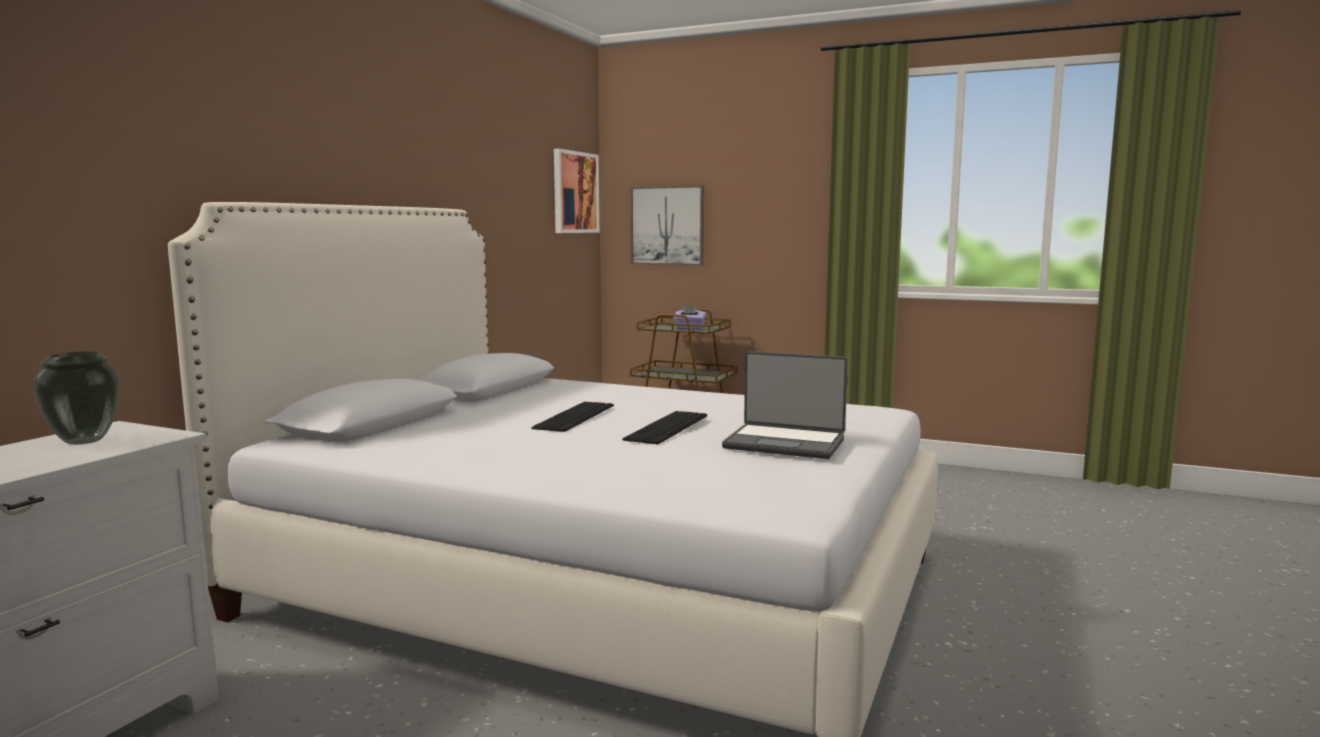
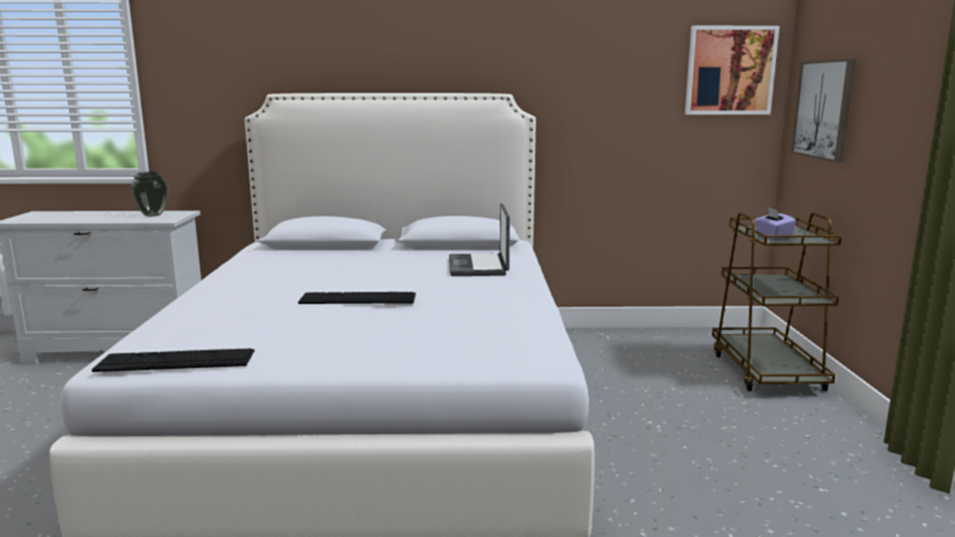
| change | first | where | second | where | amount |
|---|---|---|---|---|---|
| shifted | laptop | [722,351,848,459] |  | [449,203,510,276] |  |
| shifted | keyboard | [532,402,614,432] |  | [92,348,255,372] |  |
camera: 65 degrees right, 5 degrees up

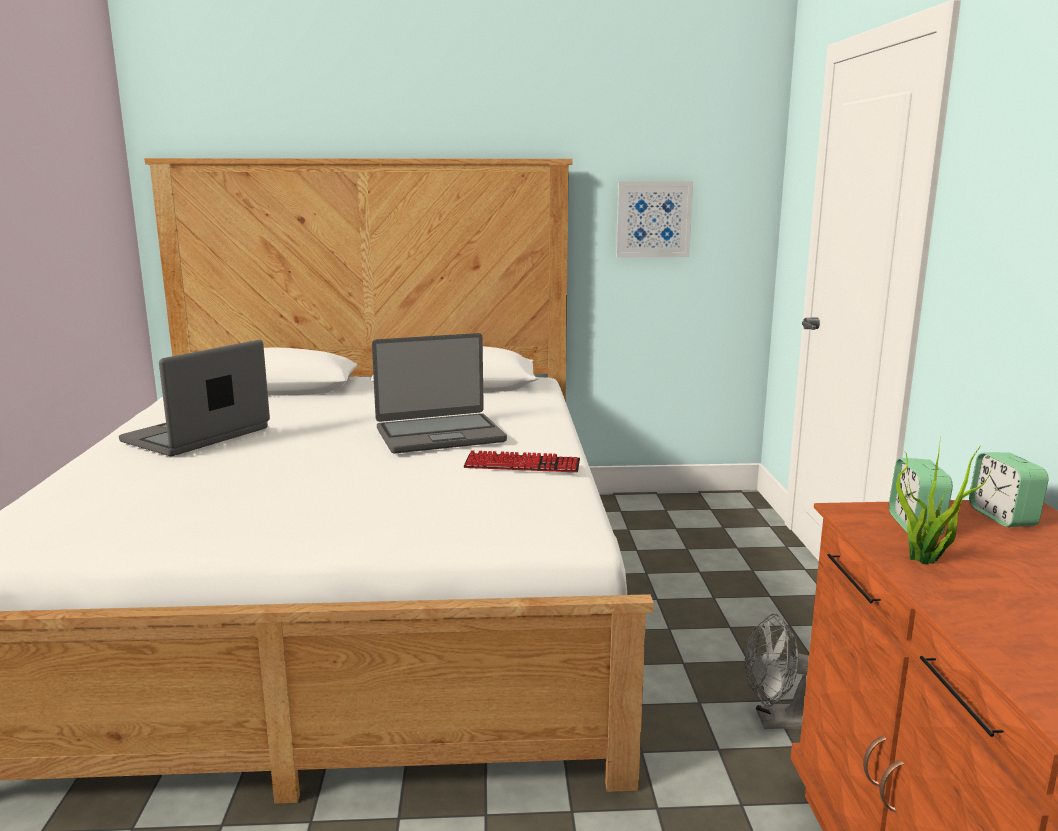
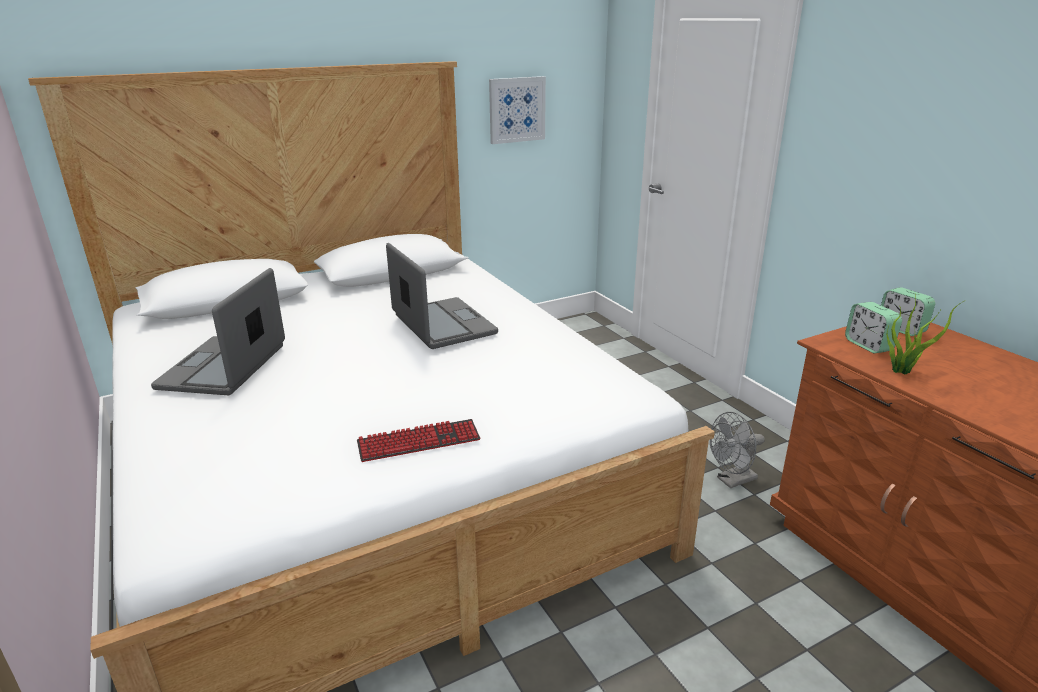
| change | first | where | second | where | amount |
|---|---|---|---|---|---|
| rotated | laptop | [372,333,507,453] |  | [386,243,498,349] | 75 degrees counterclockwise |
| shifted | keyboard | [463,450,580,473] |  | [357,419,481,462] |  |
camera: 25 degrees left, 10 degrees up

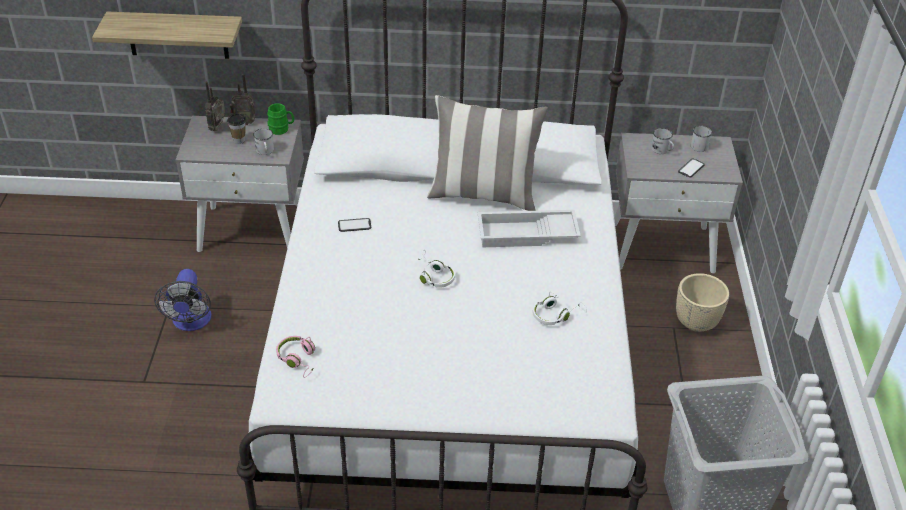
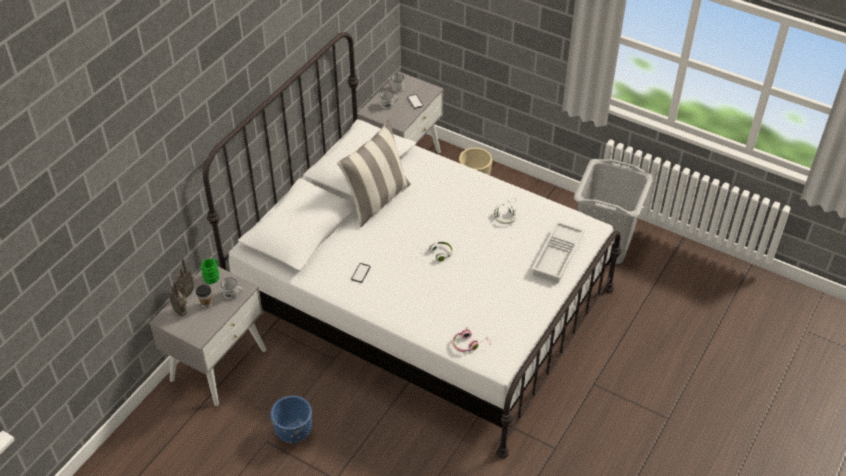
| change | first | where | second | where | amount |
|---|---|---|---|---|---|
| gone | shelf | [92,12,242,59] |  |  |  |
| shifted | tray (white) | [478,210,581,247] |  | [532,221,585,283] |  |
| swapped | fan | [154,269,211,331] | planter (blue) | [271,395,312,443] |  |
camera: 60 degrees left, 5 degrees up

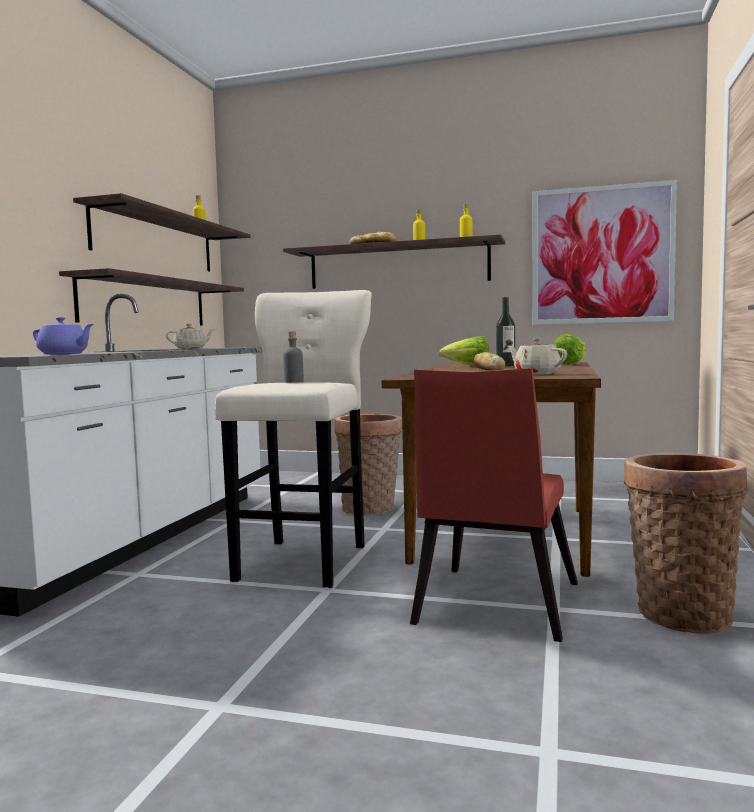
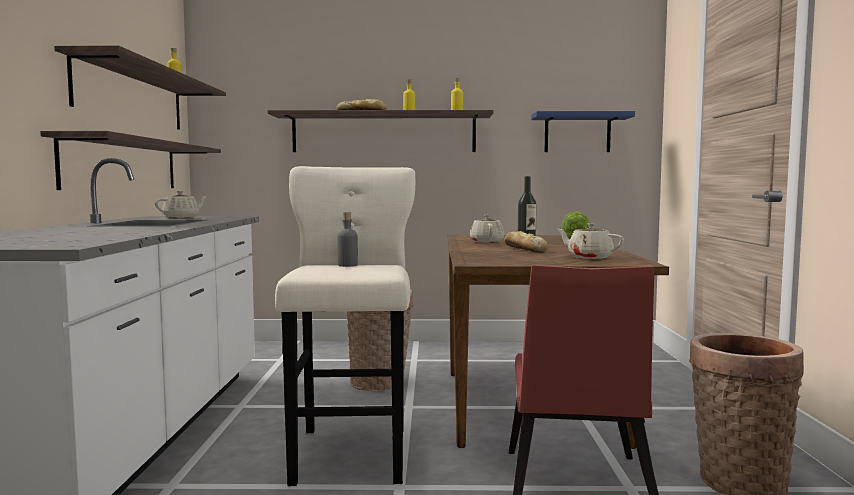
| change | first | where | second | where | amount |
|---|---|---|---|---|---|
| swapped | picture | [533,180,677,325] | shelf (blue) | [531,111,635,152] |  |
| gone | teapot (purple) | [33,317,94,354] |  |  |  |
| swapped | lettuce | [439,336,489,366] | teapot (beige) | [470,215,504,243] |  |
camera: 15 degrees left, 0 degrees up

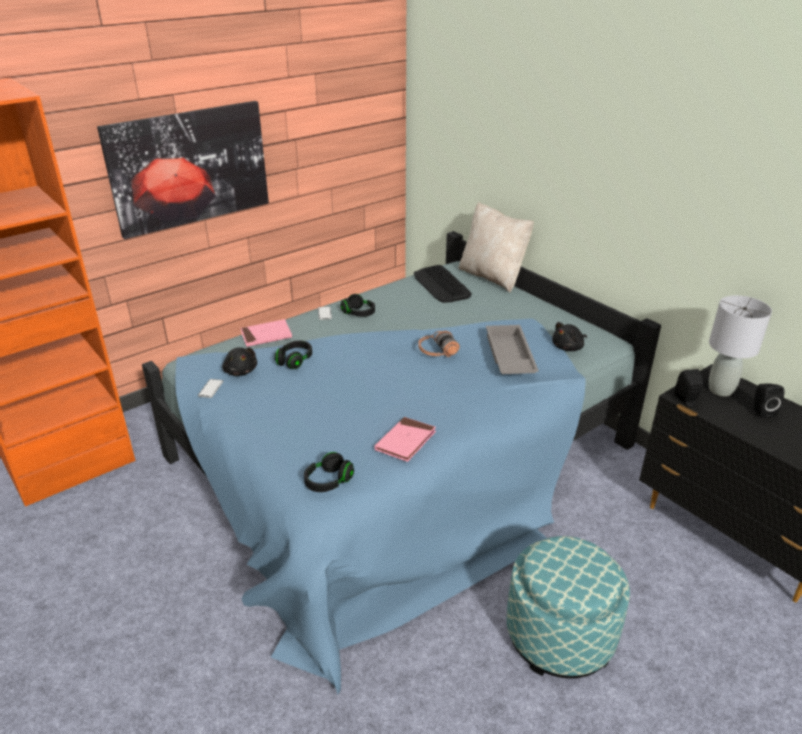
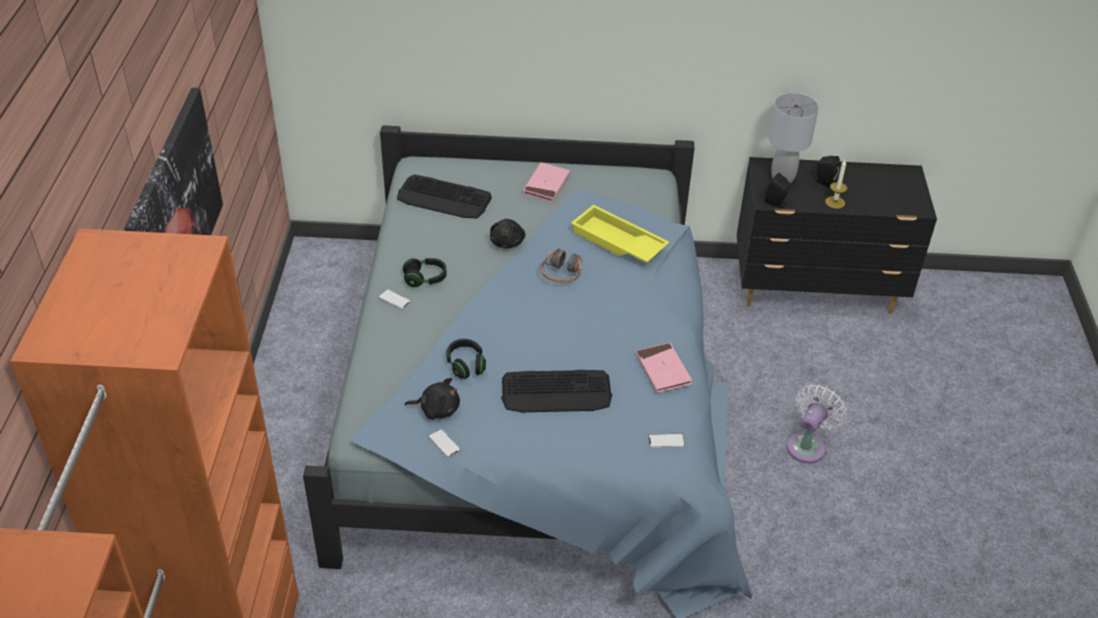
| change | first | where | second | where | amount |
|---|---|---|---|---|---|
| gone | pillow (beige) | [459,202,534,293] |  |  |  |
| shifted | book (pink) | [241,319,292,347] |  | [523,162,570,202] |  |
| shifted | plush toy (black) | [552,322,587,351] |  | [490,219,525,248] |  |
| repainted | tray (grey) | [486,325,539,374] | tray (yellow) | [571,205,669,263] |  |
| swapped | headphones (black) | [304,452,354,492] | phone | [648,433,686,448] |  |
| swapped | ottoman | [507,536,630,679] | fan (white) | [787,384,847,464] |  |
| new |  |  | candle | [825,160,847,209] |  |
| new |  |  | keyboard | [501,370,612,413] |  |
camera: 50 degrees left, 10 degrees up

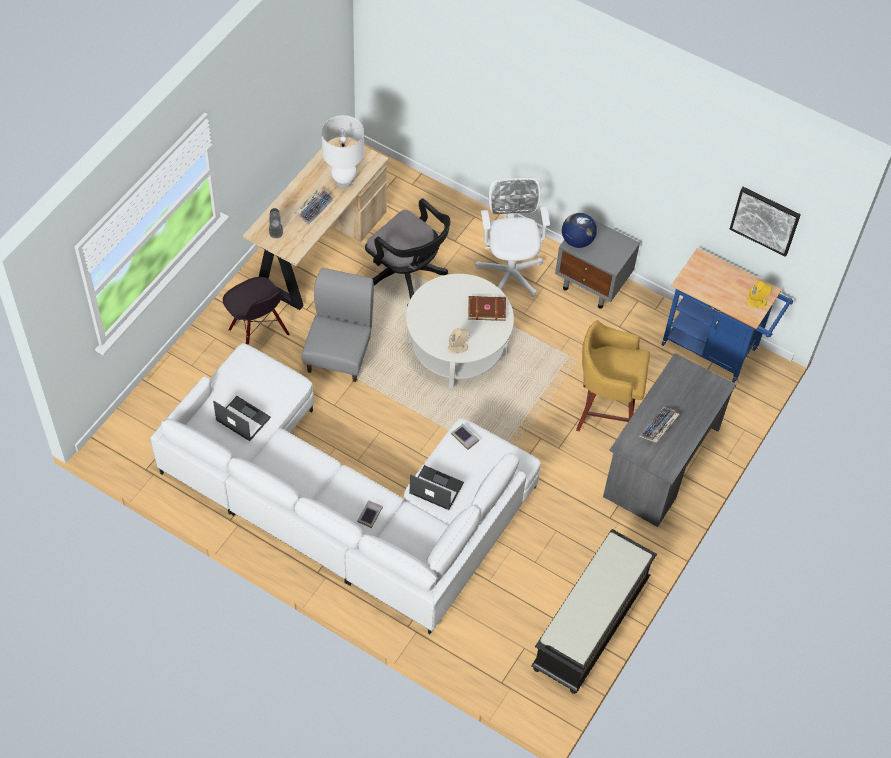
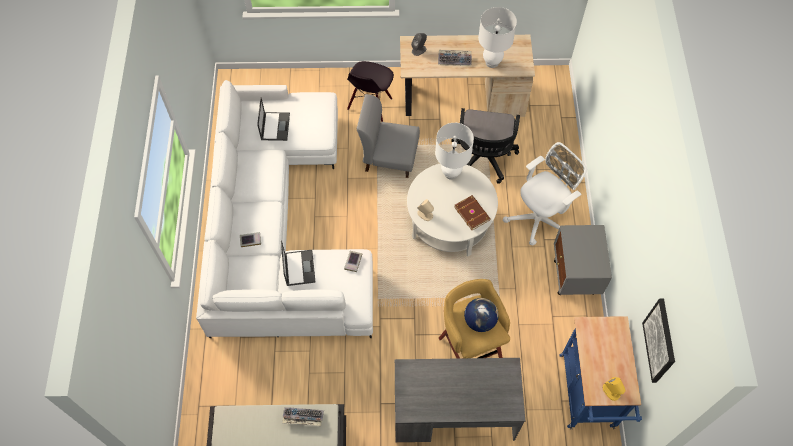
| change | first | where | second | where | amount |
|---|---|---|---|---|---|
| shifted | globe | [562,213,597,248] |  | [464,298,499,332] |  |
| rotated | chair (grey) | [302,268,374,382] |  | [357,94,420,178] | 150 degrees counterclockwise |
| shifted | keyboard | [639,407,680,443] |  | [282,407,324,426] |  |
| new |  |  | table lamp (white) | [435,123,474,180] |  |
camera: 60 degrees right, 5 degrees up

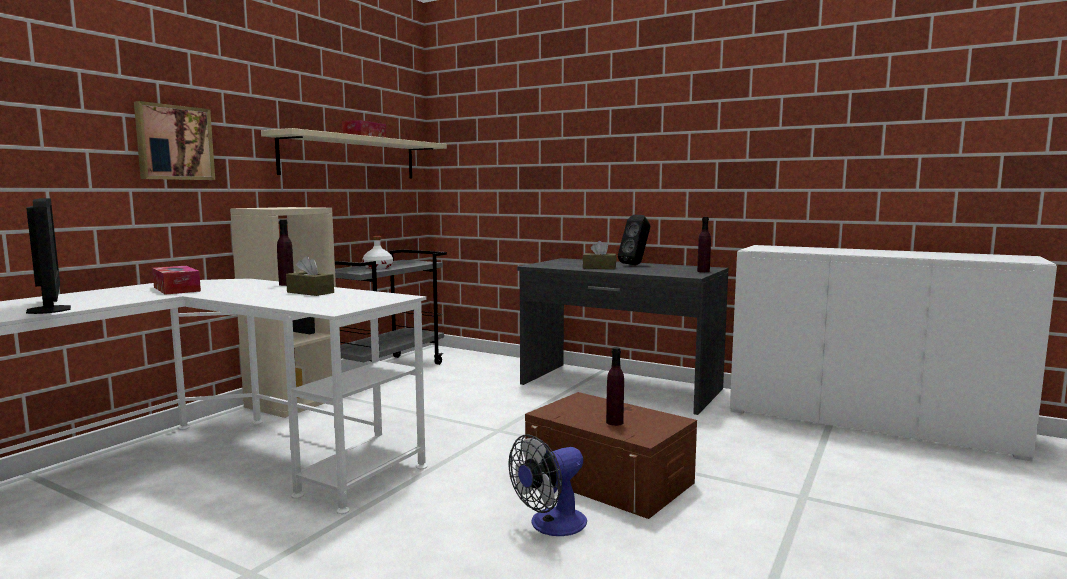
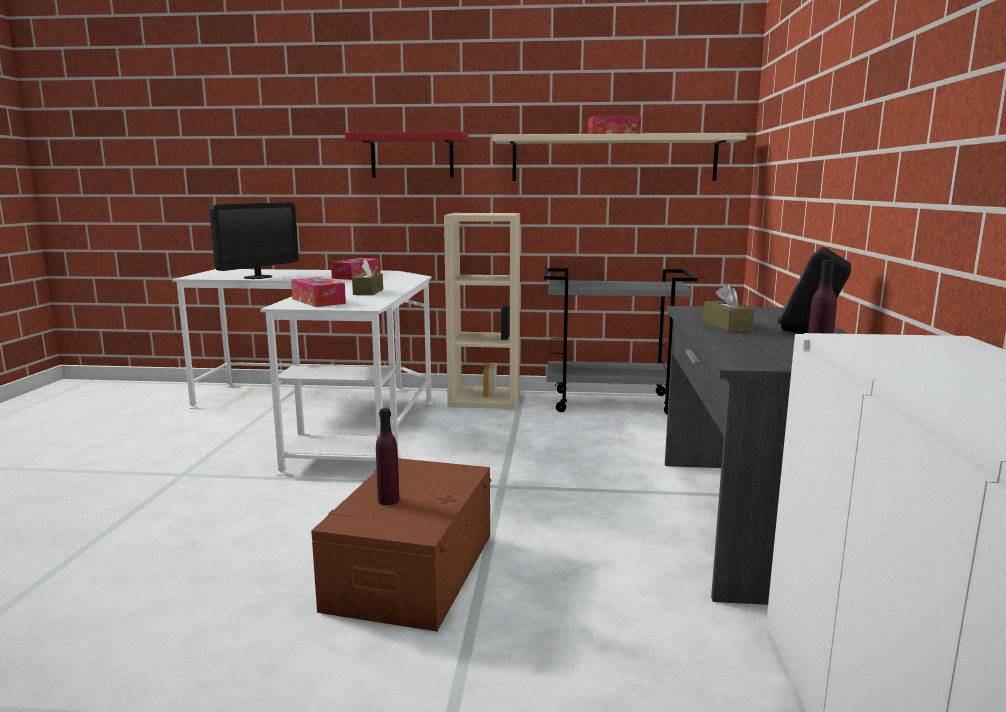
| change | first | where | second | where | amount |
|---|---|---|---|---|---|
| swapped | picture | [134,101,215,180] | shelf (red) | [345,132,469,178] |  |
| gone | bottle (purple) | [277,219,294,286] |  |  |  |
| gone | bottle (white) | [362,236,393,269] |  |  |  |
| gone | fan | [508,434,587,536] |  |  |  |
| new |  |  | tissue box | [291,277,346,307] |  |
camera: 65 degrees right, 5 degrees up

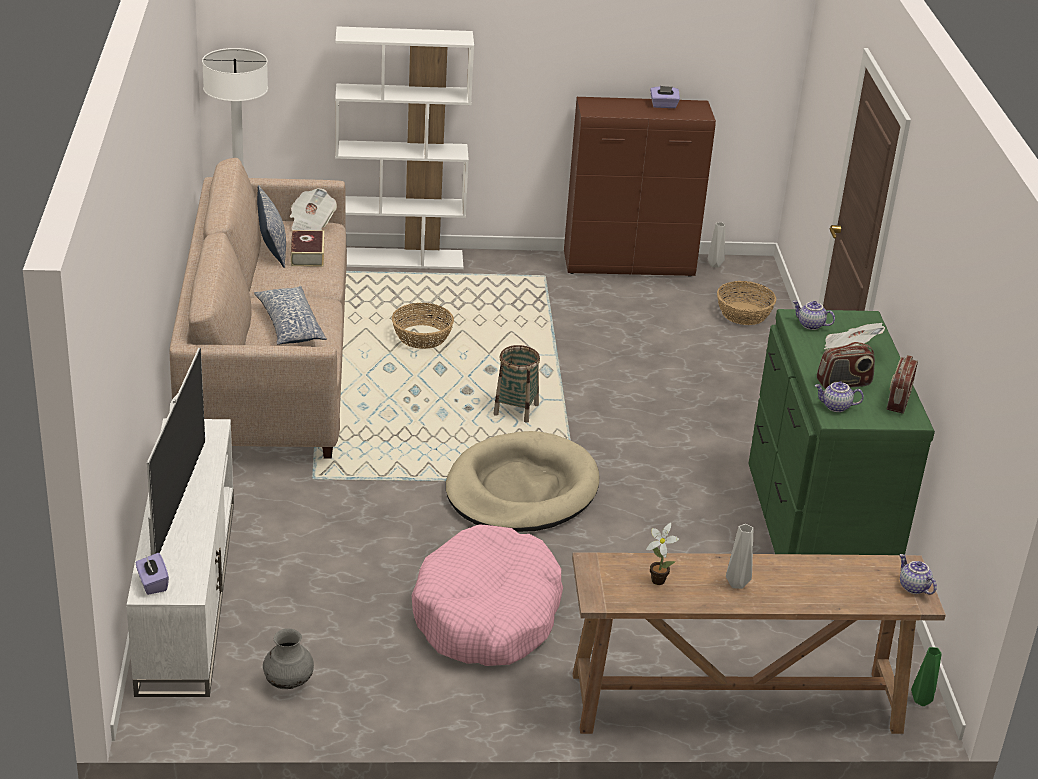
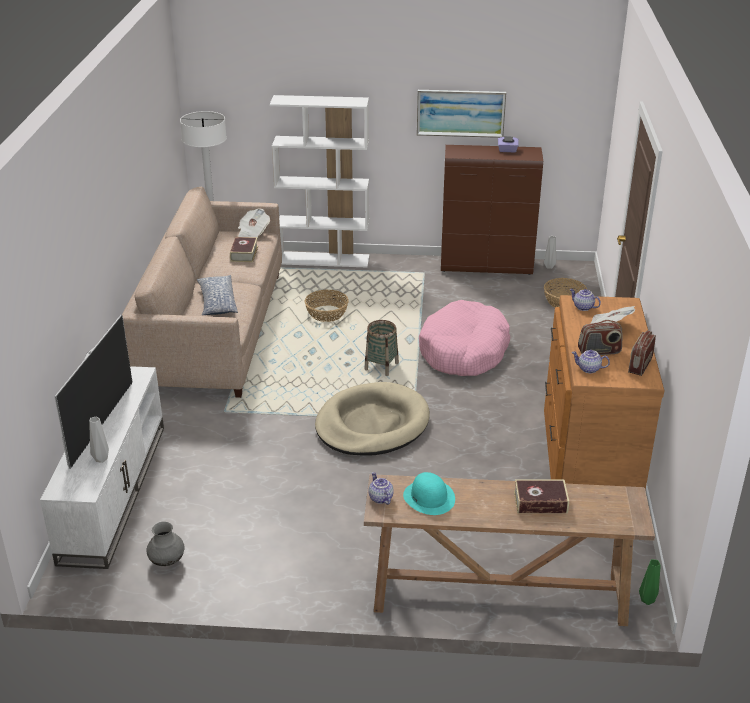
| change | first | where | second | where | amount |
|---|---|---|---|---|---|
| gone | pillow | [257,185,286,268] |  |  |  |
| repainted | dresser (green) | [748,309,935,555] | dresser (brown) | [544,295,665,490] |  |
| swapped | potted plant | [646,523,679,585] | hat (turquoise) | [403,472,455,515] |  |
| shifted | dog bed (pink) | [412,524,563,666] |  | [419,300,510,376] |  |
| shifted | vase (grey) | [726,524,753,589] |  | [89,416,109,463] |  |
| gone | tissue box (purple) | [136,553,169,595] |  |  |  |
| shifted | teapot | [900,554,937,595] |  | [369,472,394,505] |  |
| new |  |  | picture | [417,90,506,138] |  |
| new |  |  | book | [514,479,569,514] |  |
camera: 10 degrees right, 0 degrees up

